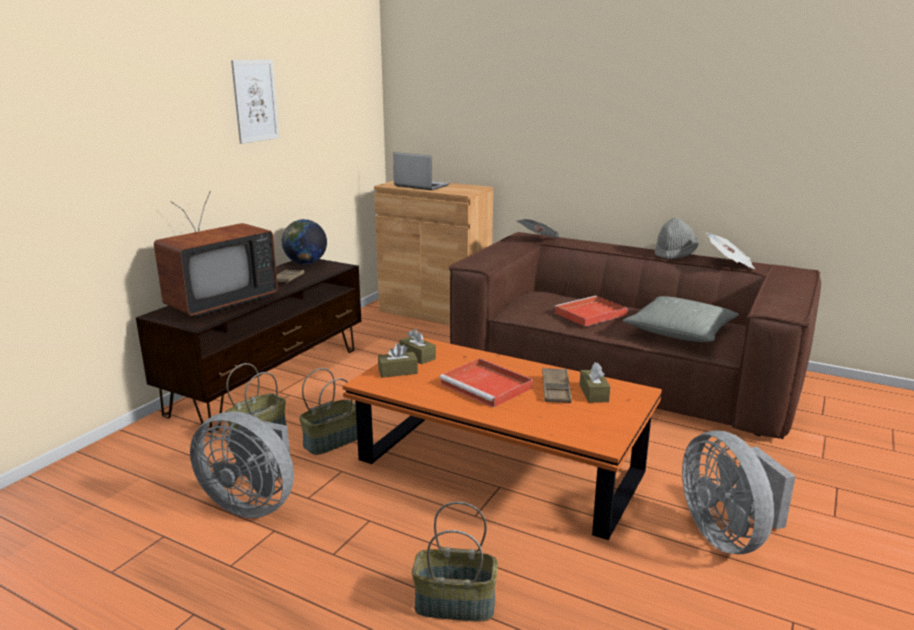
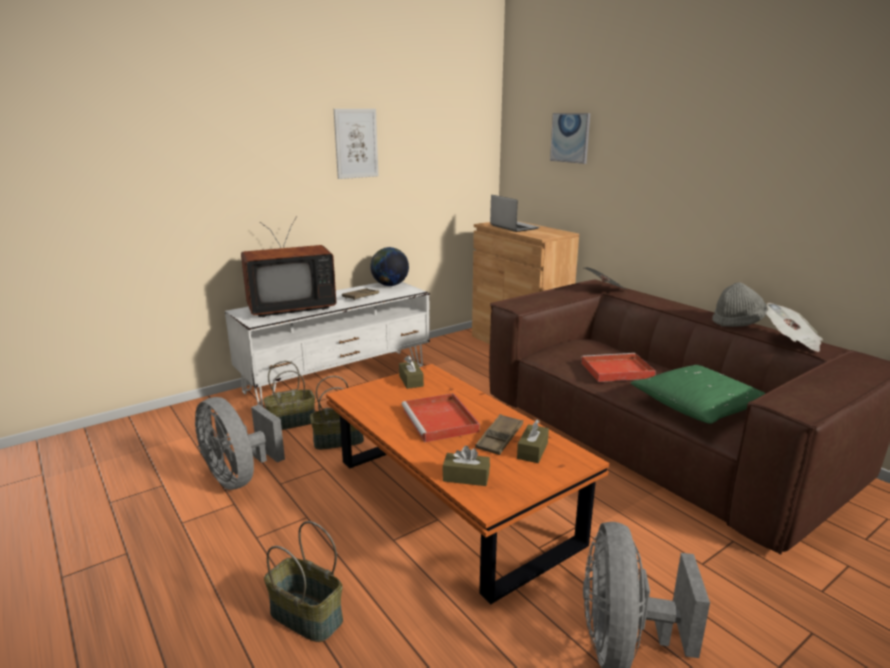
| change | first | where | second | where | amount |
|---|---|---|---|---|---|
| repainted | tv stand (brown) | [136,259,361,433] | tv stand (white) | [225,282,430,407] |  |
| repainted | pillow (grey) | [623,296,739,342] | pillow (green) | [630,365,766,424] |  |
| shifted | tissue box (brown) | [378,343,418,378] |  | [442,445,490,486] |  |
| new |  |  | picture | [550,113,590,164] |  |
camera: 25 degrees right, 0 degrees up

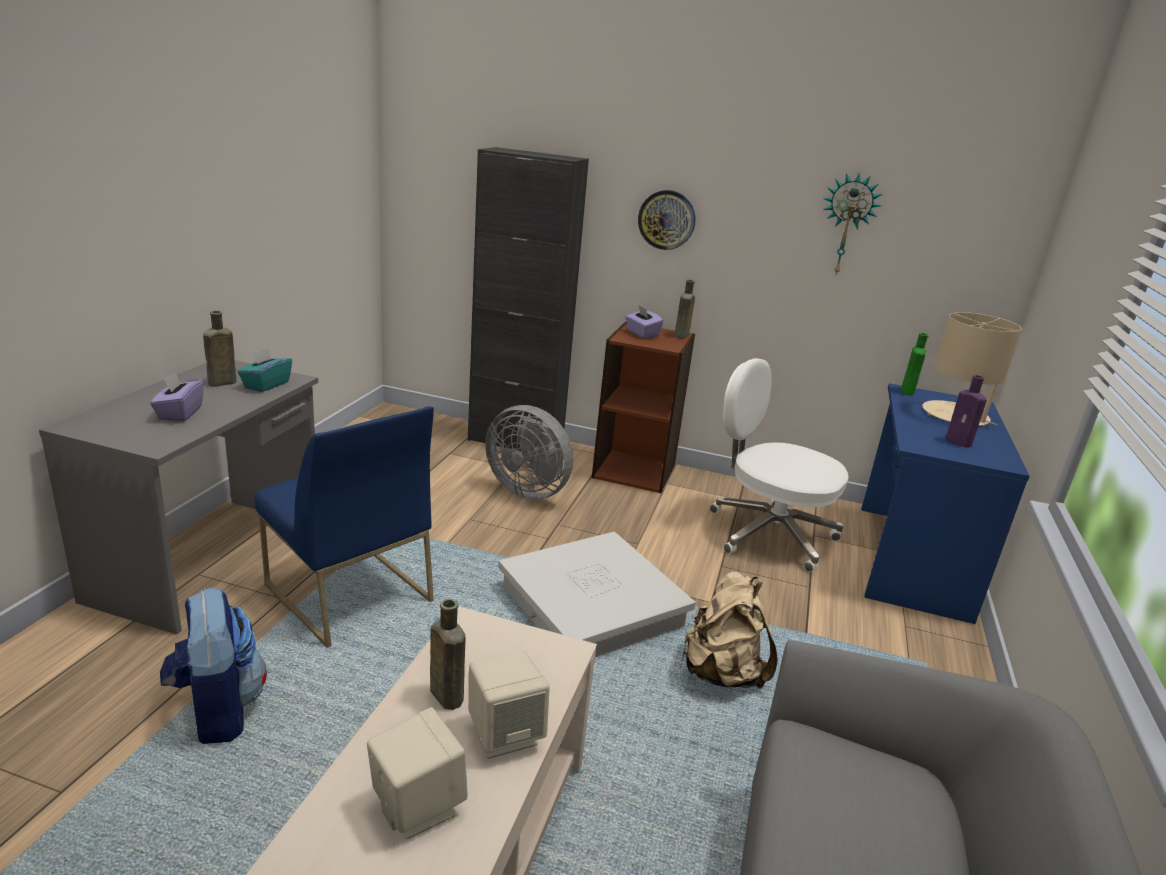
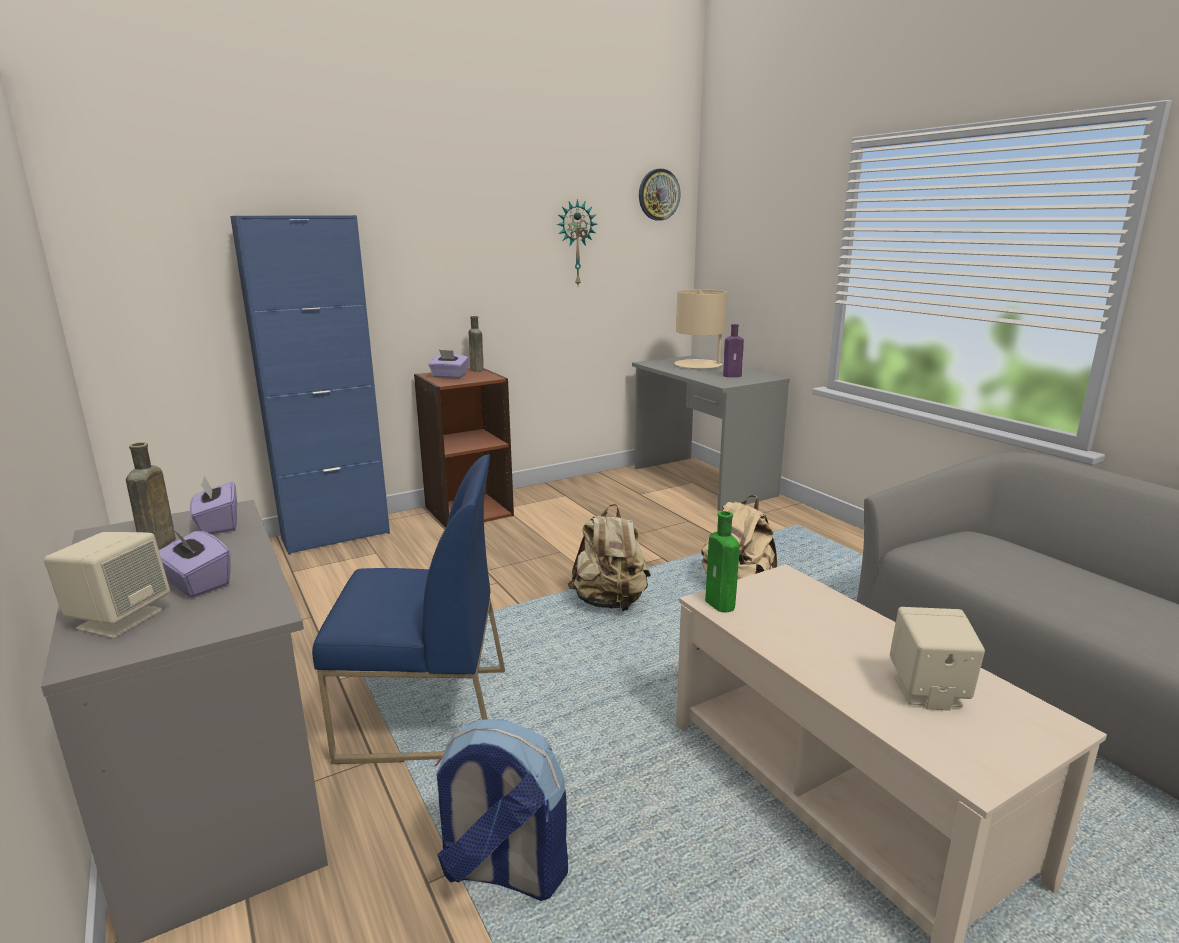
| change | first | where | second | where | amount |
|---|---|---|---|---|---|
| repainted | cabinet (black) | [468,147,589,451] | cabinet (blue) | [230,215,390,555] |  |
| shifted | wall clock | [638,190,695,250] |  | [639,169,681,220] |  |
| shifted | bottle (green) | [901,333,929,396] |  | [705,511,740,612] |  |
| repainted | tissue box (turquoise) | [238,347,292,392] | tissue box (purple) | [190,476,237,534] |  |
| gone | office chair (white) | [710,358,849,572] |  |  |  |
| repainted | desk (blue) | [861,383,1030,624] | desk (grey) | [632,355,790,511] |  |
| gone | fan (grey) | [485,405,573,500] |  |  |  |
| swapped | storage box (white) | [499,532,696,657] | backpack (beige) | [568,504,651,611] |  |
| gone | bottle (brown) | [430,599,466,710] |  |  |  |
| shifted | speaker (beige) | [469,651,550,759] |  | [44,532,170,639] |  |
camera: 45 degrees left, 5 degrees down

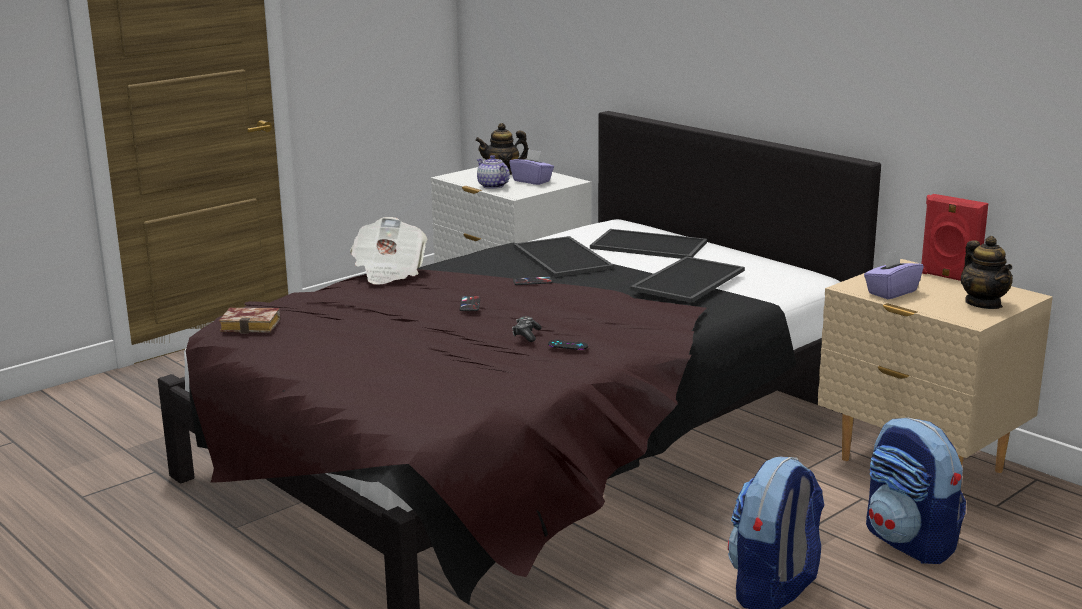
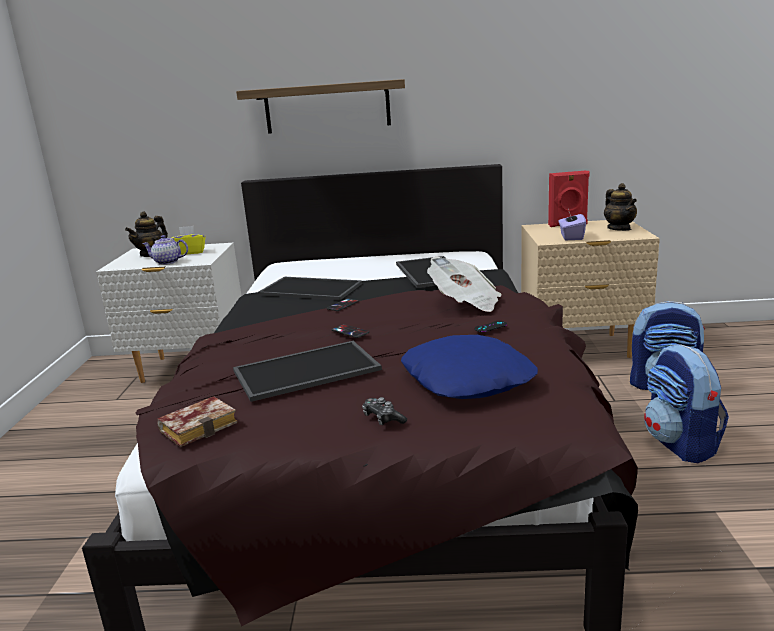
| change | first | where | second | where | amount |
|---|---|---|---|---|---|
| repainted | tissue box (purple) | [509,149,554,185] | tissue box (yellow) | [172,226,206,255] |  |
| shifted | newspaper | [350,217,427,285] |  | [427,257,502,312] |  |
| shifted | tray | [590,229,707,259] |  | [233,341,382,402] |  |
| rotated | teapot | [961,236,1013,309] |  | [604,183,637,231] | 45 degrees clockwise |
| shifted | game controller | [512,316,542,342] |  | [362,397,407,425] |  |
| new |  |  | shelf | [236,79,405,134] |  |
| new |  |  | pillow (blue) | [401,335,538,399] |  |
camera: 45 degrees left, 0 degrees up

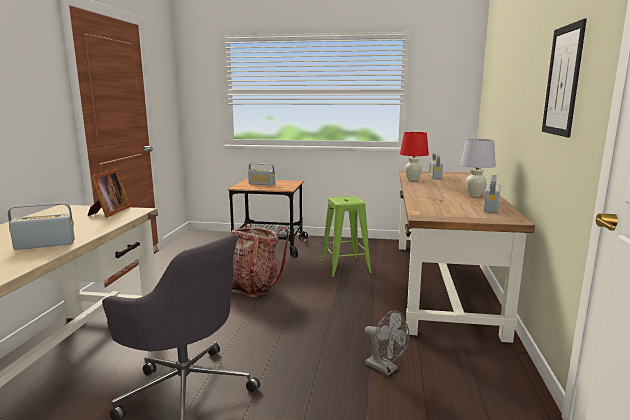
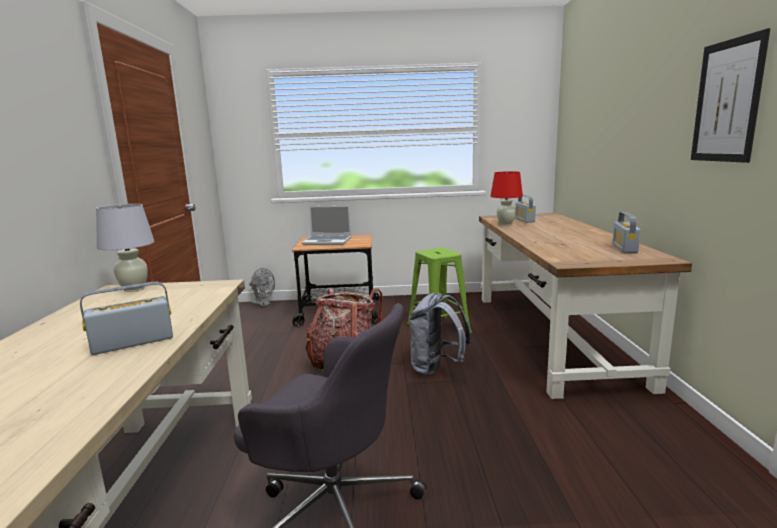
| change | first | where | second | where | amount |
|---|---|---|---|---|---|
| shifted | table lamp (white) | [460,138,496,197] |  | [96,204,155,292] |  |
| swapped | radio | [248,163,275,186] | laptop | [302,205,351,245] |  |
| gone | picture frame | [87,169,131,217] |  |  |  |
| shifted | fan (grey) | [364,310,409,376] |  | [249,268,275,307] |  |
| new |  |  | backpack (grey) | [408,293,471,376] |  |
camera: 10 degrees left, 0 degrees up

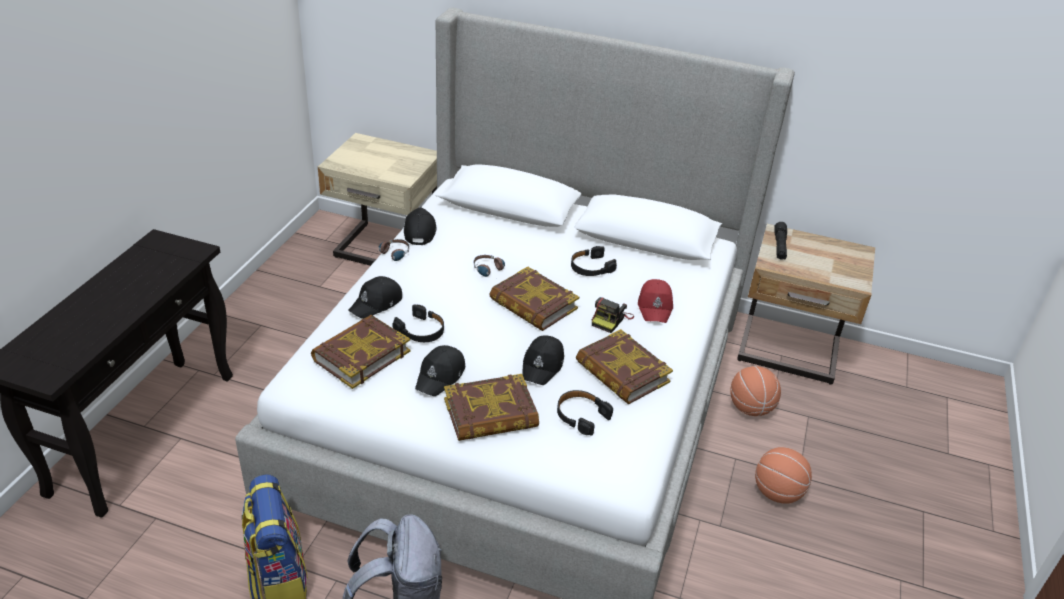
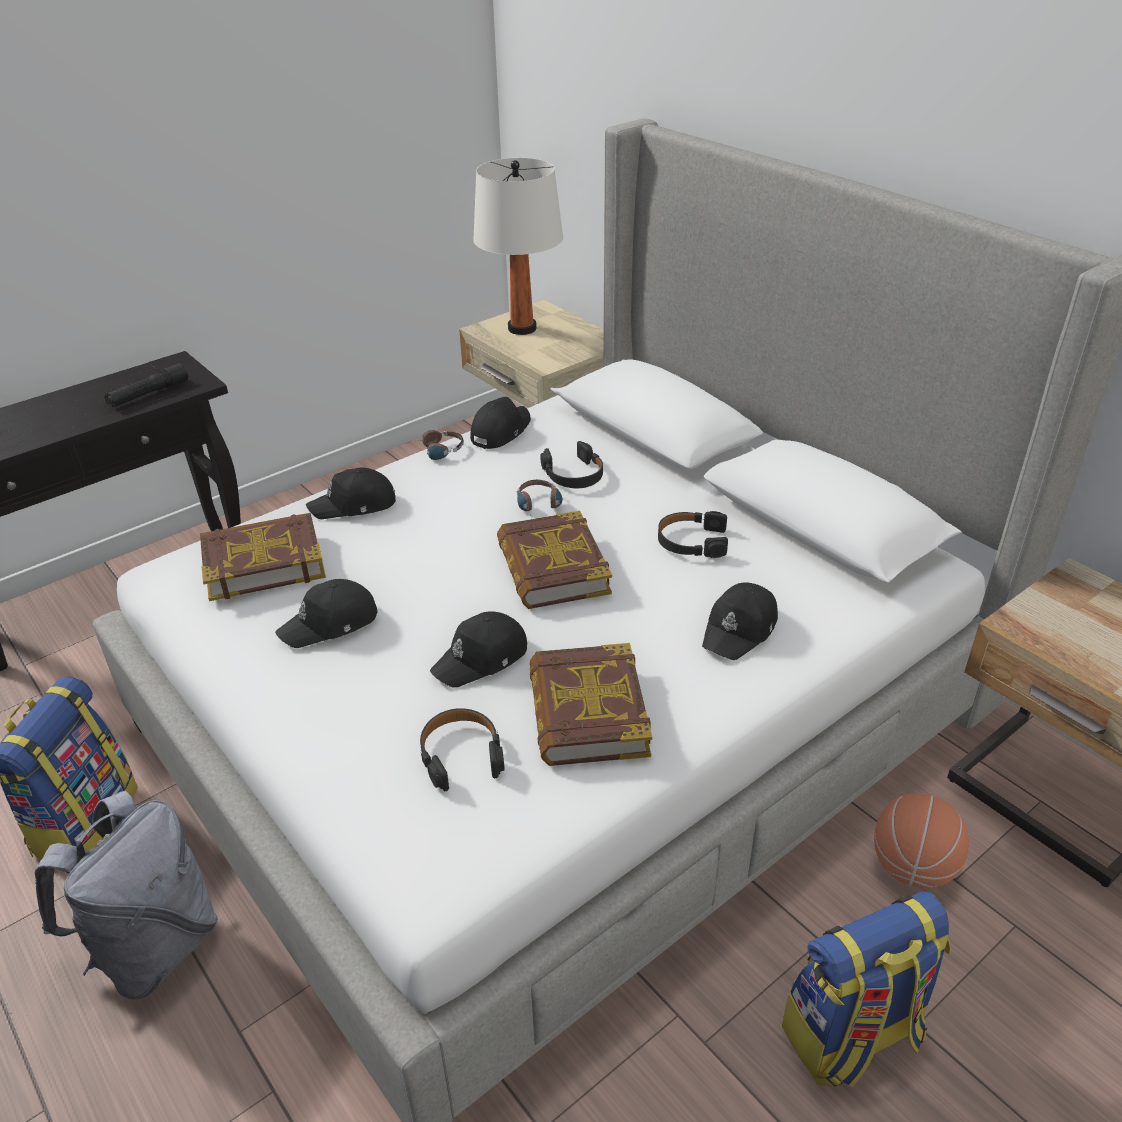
| change | first | where | second | where | amount |
|---|---|---|---|---|---|
| shifted | flashlight (black) | [774,222,787,260] |  | [104,363,188,407] |  |
| repainted | cap (red) | [638,279,673,323] | cap (black) | [702,582,778,660] |  |
| gone | photo camera | [592,297,634,333] |  |  |  |
| shifted | headphones (black) | [392,304,444,342] |  | [541,441,603,488] |  |
| gone | book | [444,374,539,441] |  |  |  |
| swapped | basketball | [755,447,812,504] | backpack | [782,891,951,1087] |  |
| new |  |  | table lamp (white) | [473,158,563,335] |  |
camera: 35 degrees right, 0 degrees up

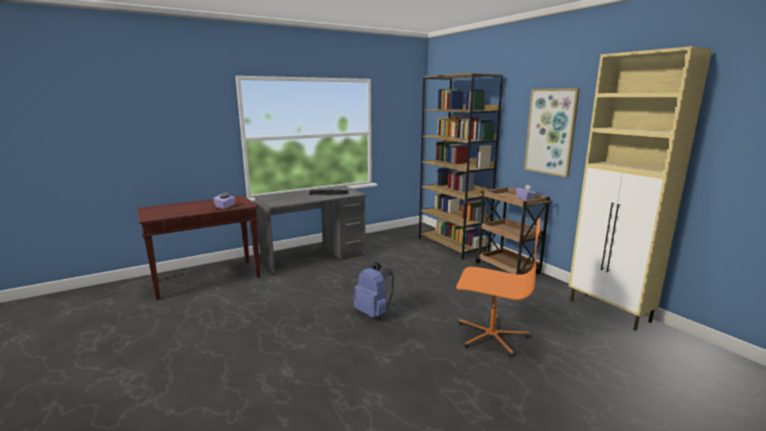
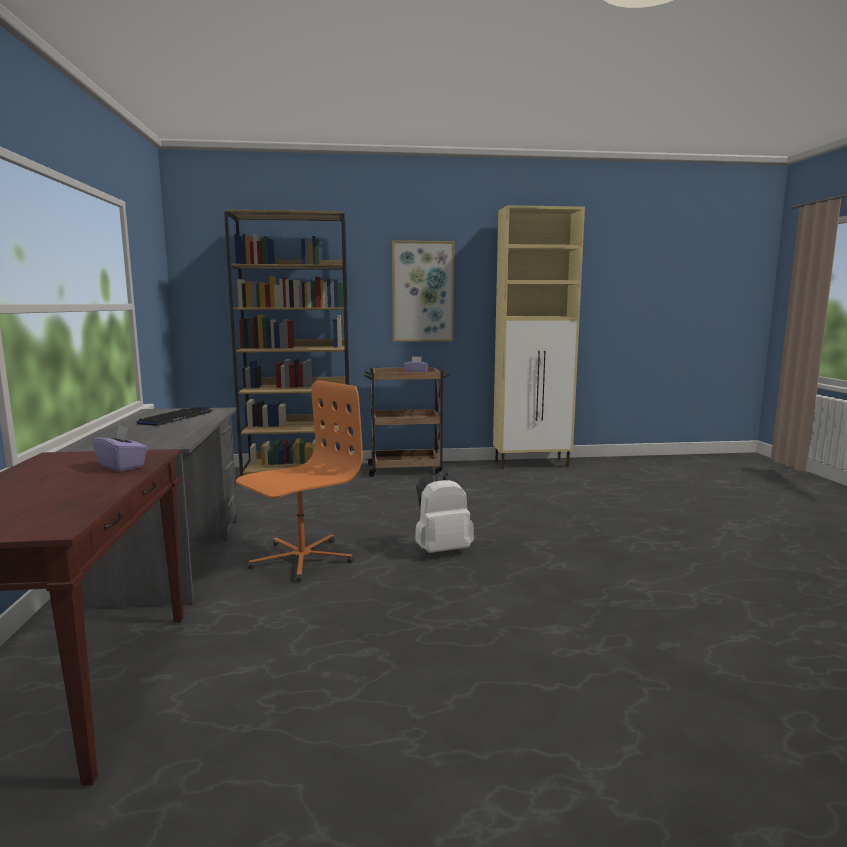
| change | first | where | second | where | amount |
|---|---|---|---|---|---|
| shifted | office chair (orange) | [456,218,540,357] |  | [236,380,363,582] |  |
| repainted | backpack (blue) | [354,263,394,318] | backpack (white) | [415,472,474,553] |  |
camera: 65 degrees left, 5 degrees down

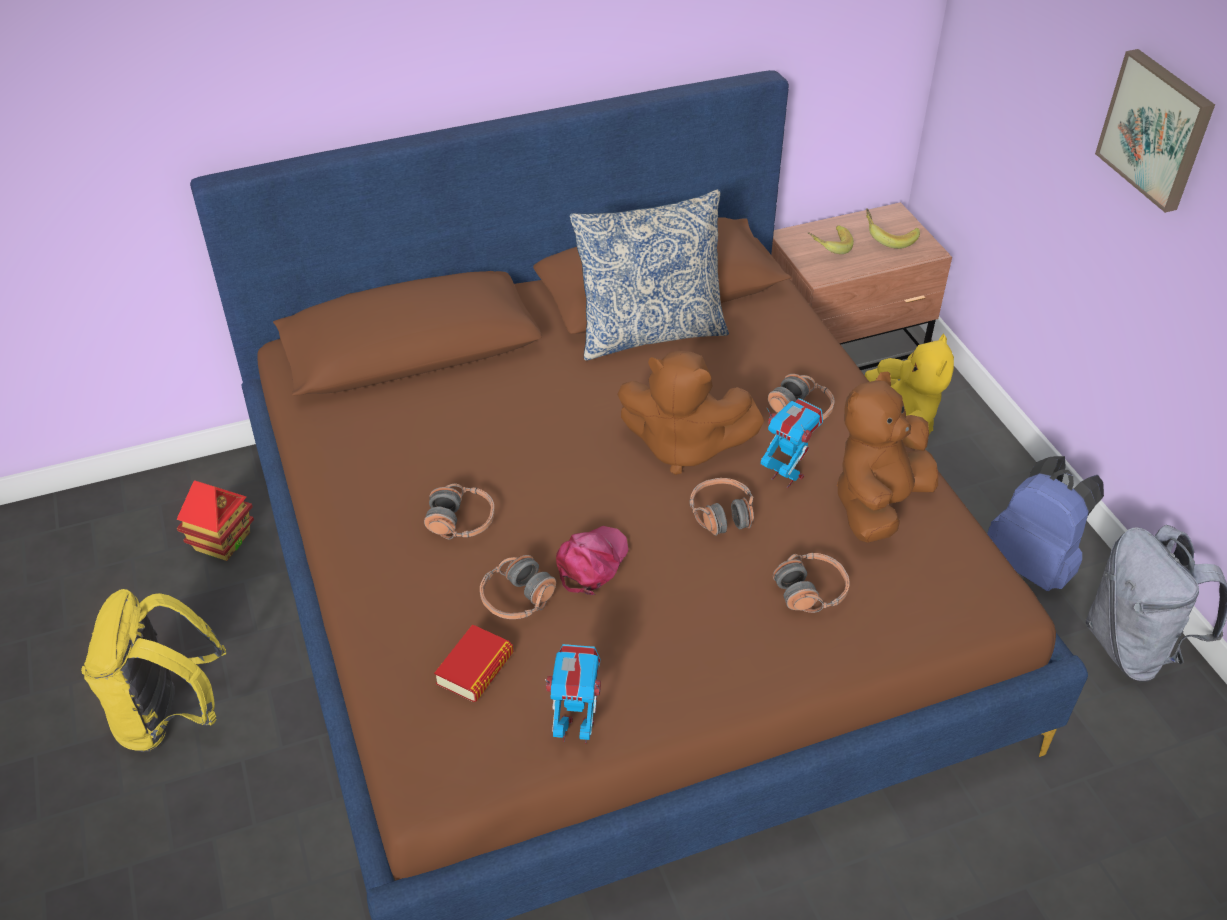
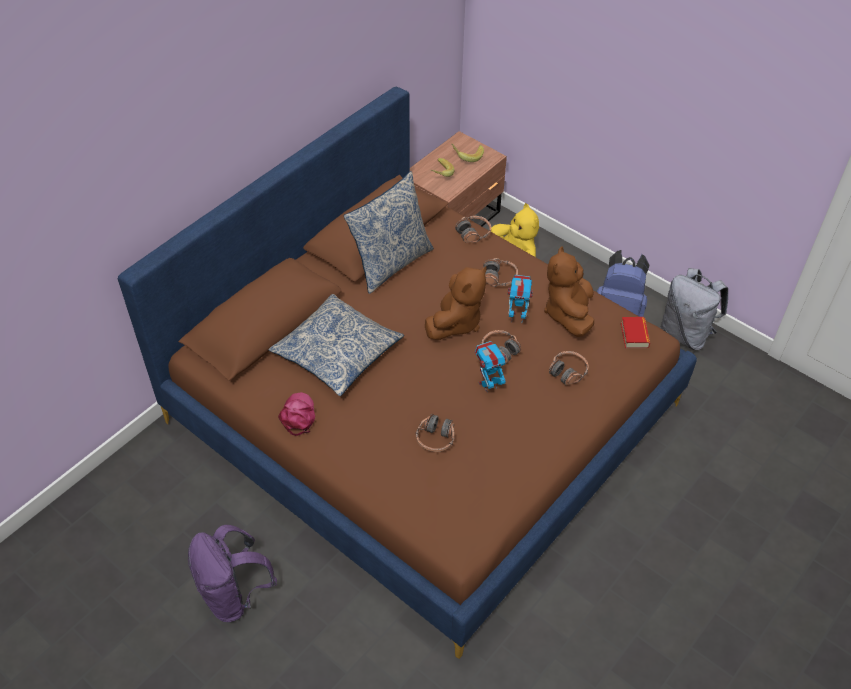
| change | first | where | second | where | amount |
|---|---|---|---|---|---|
| gone | picture | [1095,49,1215,213] |  |  |  |
| rotated | plush toy (brown) | [617,351,765,475] |  | [425,266,487,340] | 45 degrees counterclockwise |
| gone | toy house | [177,480,254,561] |  |  |  |
| shifted | headphones | [424,484,495,539] |  | [455,216,491,243] |  |
| shifted | cap (pink) | [556,526,629,595] |  | [278,392,315,436] |  |
| repainted | backpack (yellow) | [81,589,226,752] | backpack (purple) | [188,525,277,622] |  |
| shifted | book | [434,624,513,702] |  | [621,317,650,348] |  |
| shifted | toy robot | [545,644,601,744] |  | [475,341,509,392] |  |
| new |  |  | pillow | [268,294,404,396] |  |
camera: 30 degrees left, 5 degrees up

